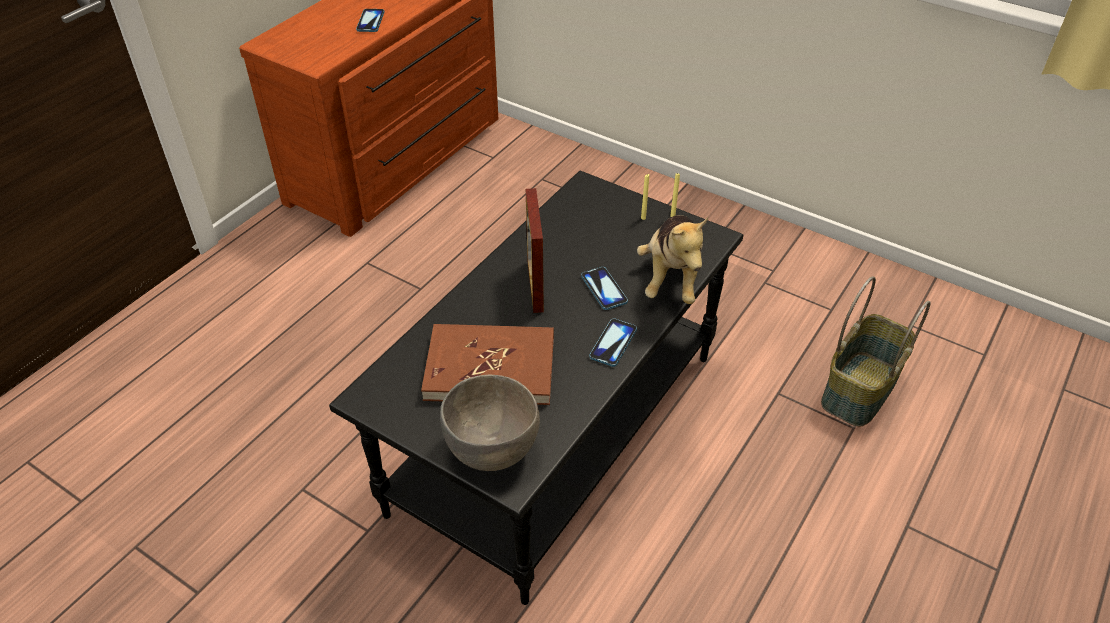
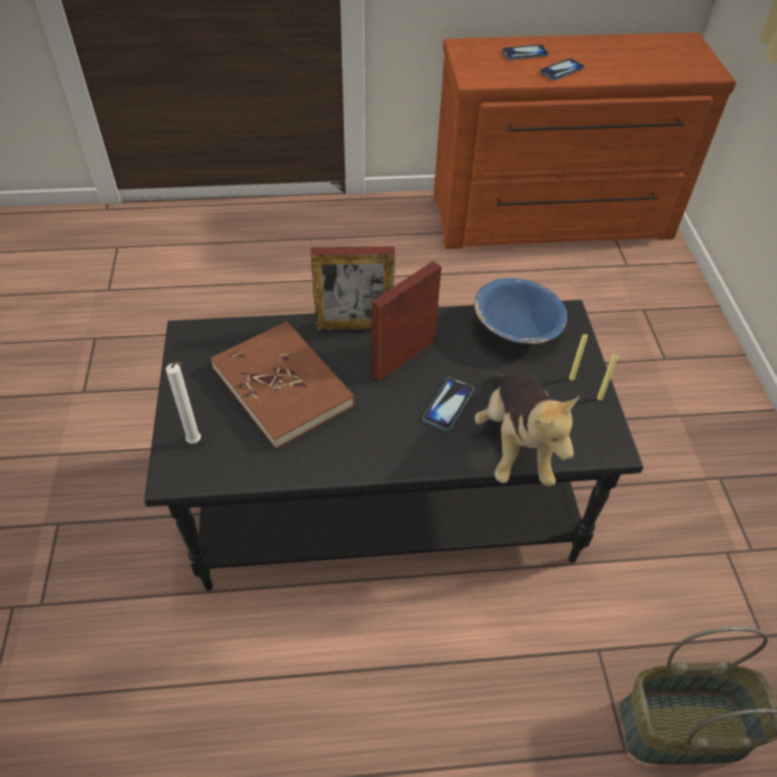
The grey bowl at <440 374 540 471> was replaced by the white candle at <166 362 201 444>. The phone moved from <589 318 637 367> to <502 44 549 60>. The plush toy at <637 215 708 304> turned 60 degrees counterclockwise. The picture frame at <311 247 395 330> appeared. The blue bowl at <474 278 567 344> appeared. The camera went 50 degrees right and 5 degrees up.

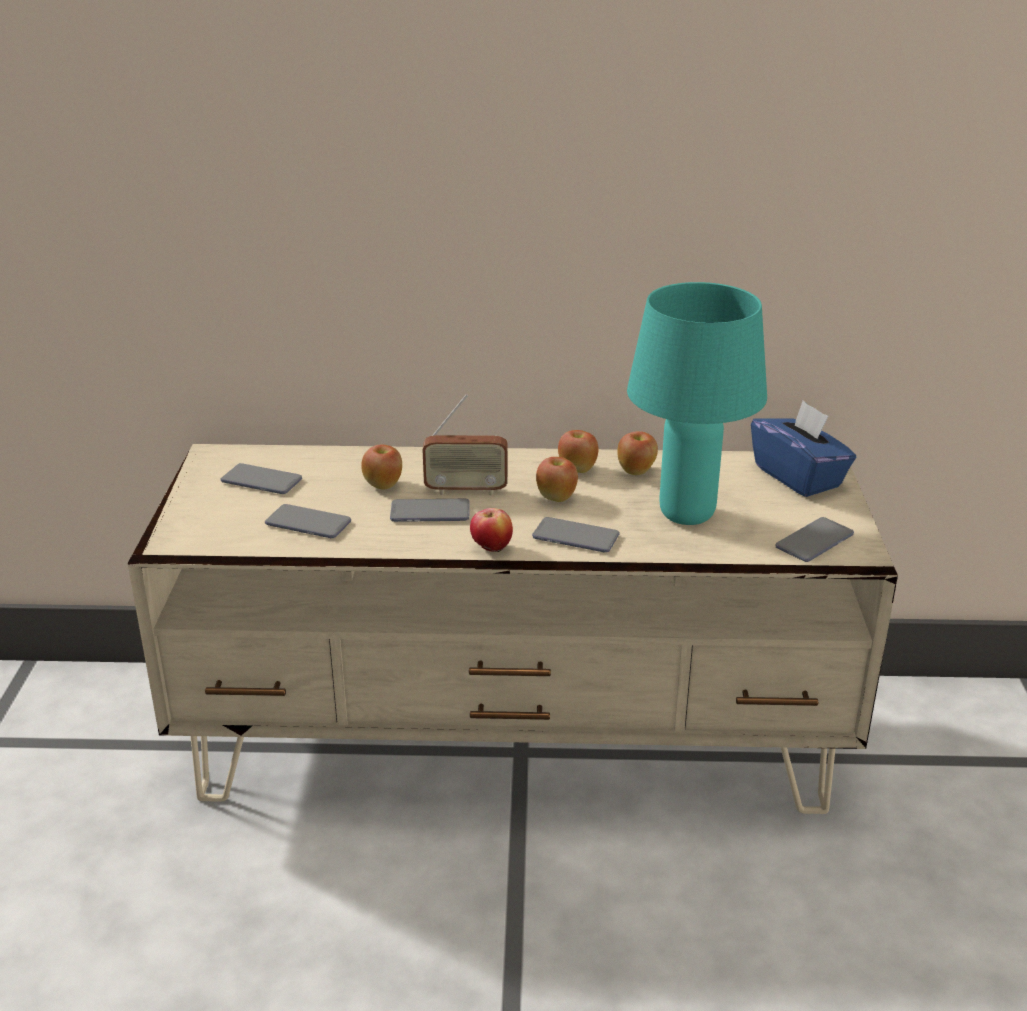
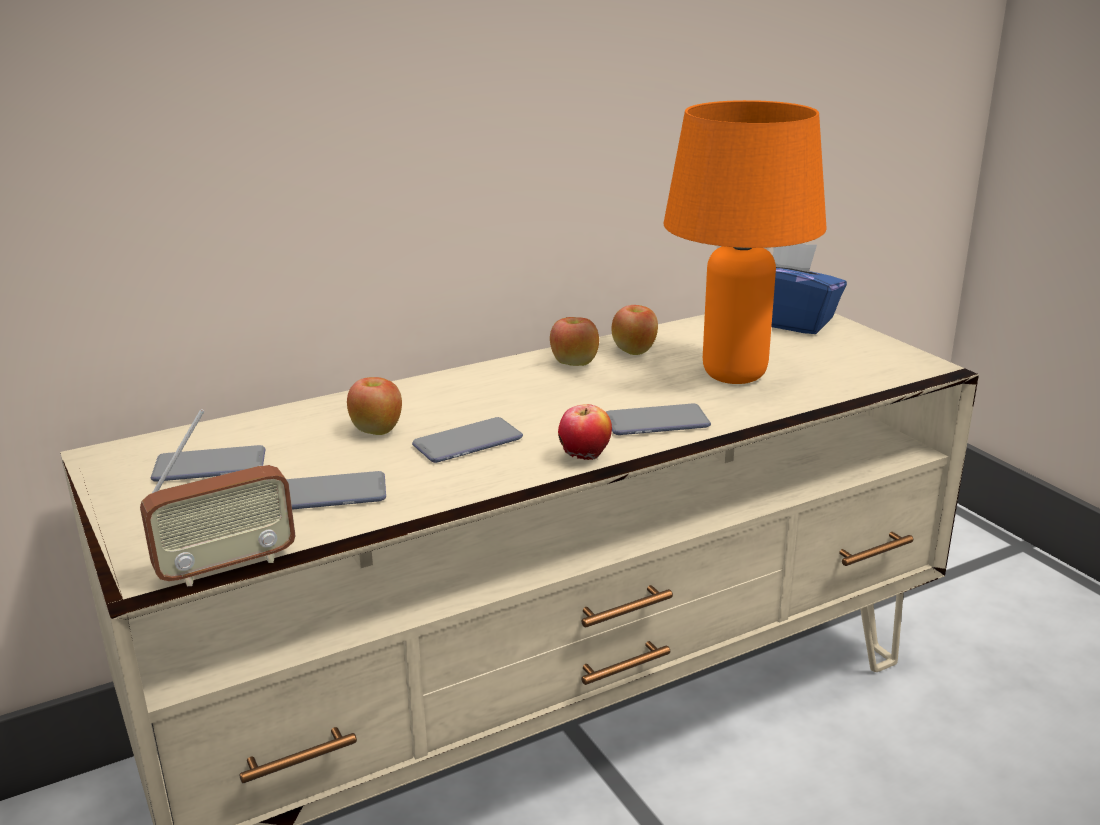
The radio moved from <423 394 508 495> to <140 409 296 586>. The apple at <536 457 578 502> disappeared. The turquoise table lamp at <627 282 767 525> became the orange table lamp at <664 100 827 384>. The phone at <775 517 854 562> disappeared. The camera went 30 degrees left and 5 degrees down.

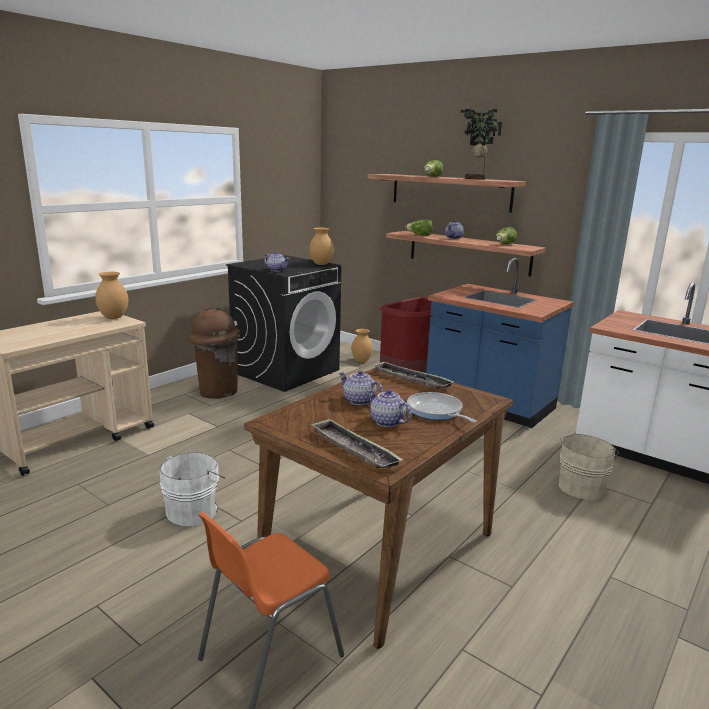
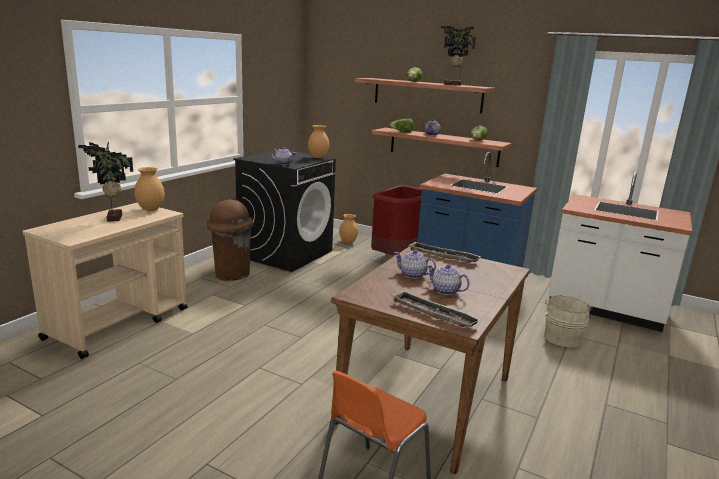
The white bucket at <159 452 225 526> disappeared. The frying pan at <407 392 476 422> disappeared. The potted plant at <78 141 133 222> appeared. The camera went 10 degrees left and 0 degrees up.

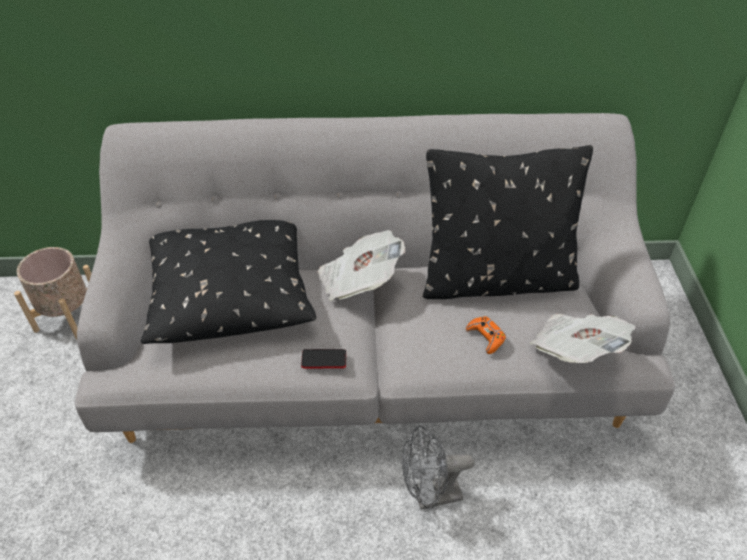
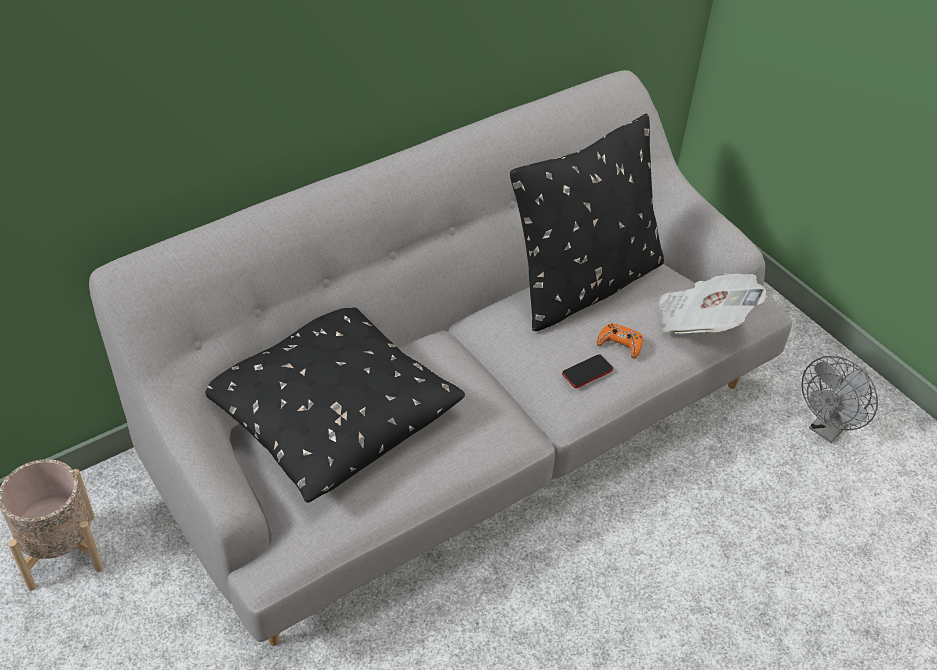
The phone moved from <301 349 346 368> to <562 354 613 388>. The newspaper at <318 230 405 301> disappeared. The grey fan moved from <402 426 475 510> to <802 356 878 443>. The camera went 35 degrees left and 0 degrees up.

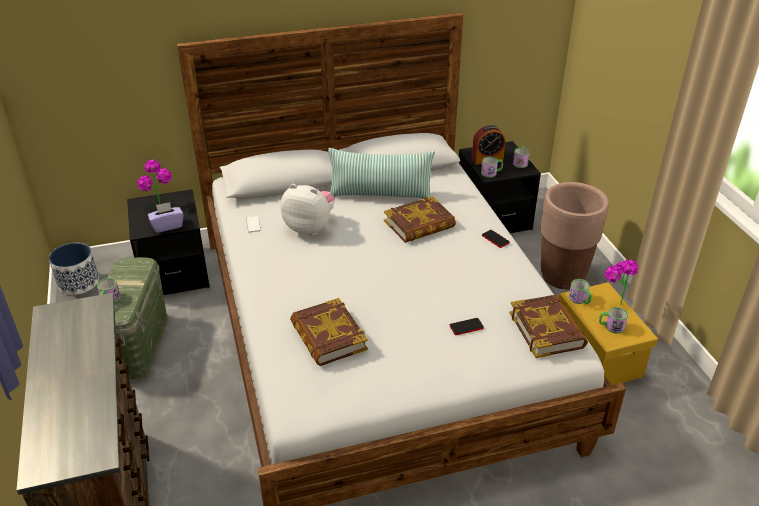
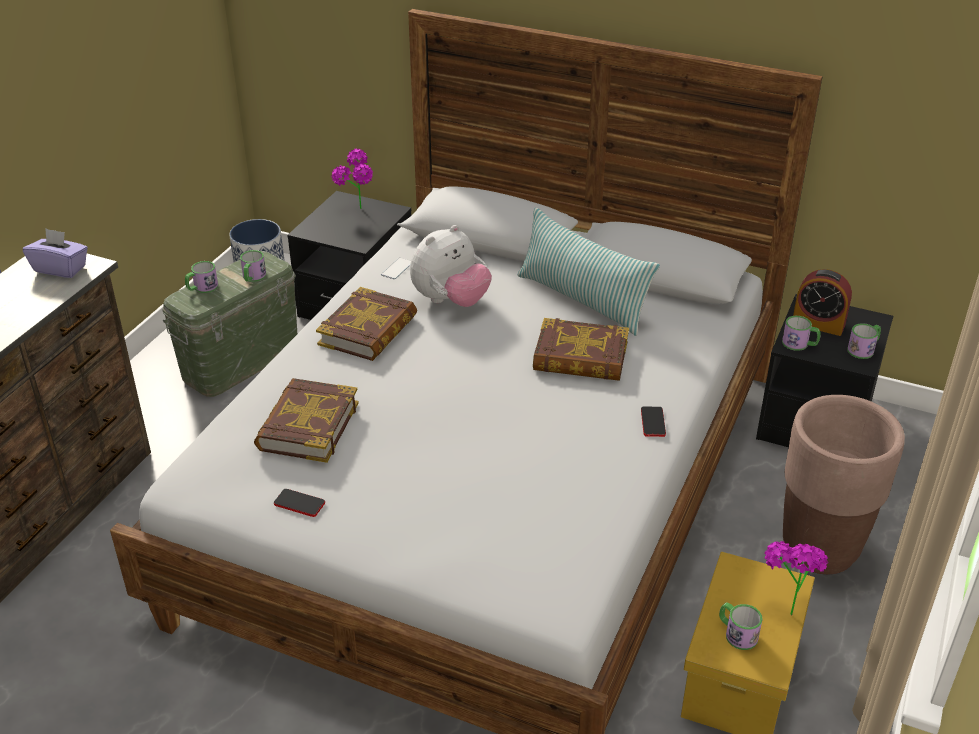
The purple tissue box moved from <148 202 184 233> to <23 228 88 278>. The plush toy at <280 184 335 236> turned 75 degrees clockwise. The phone moved from <449 318 484 335> to <274 489 325 517>. The book moved from <510 295 588 358> to <316 287 417 361>. The mug moved from <569 279 592 304> to <240 250 266 282>. The camera went 40 degrees right and 0 degrees up.

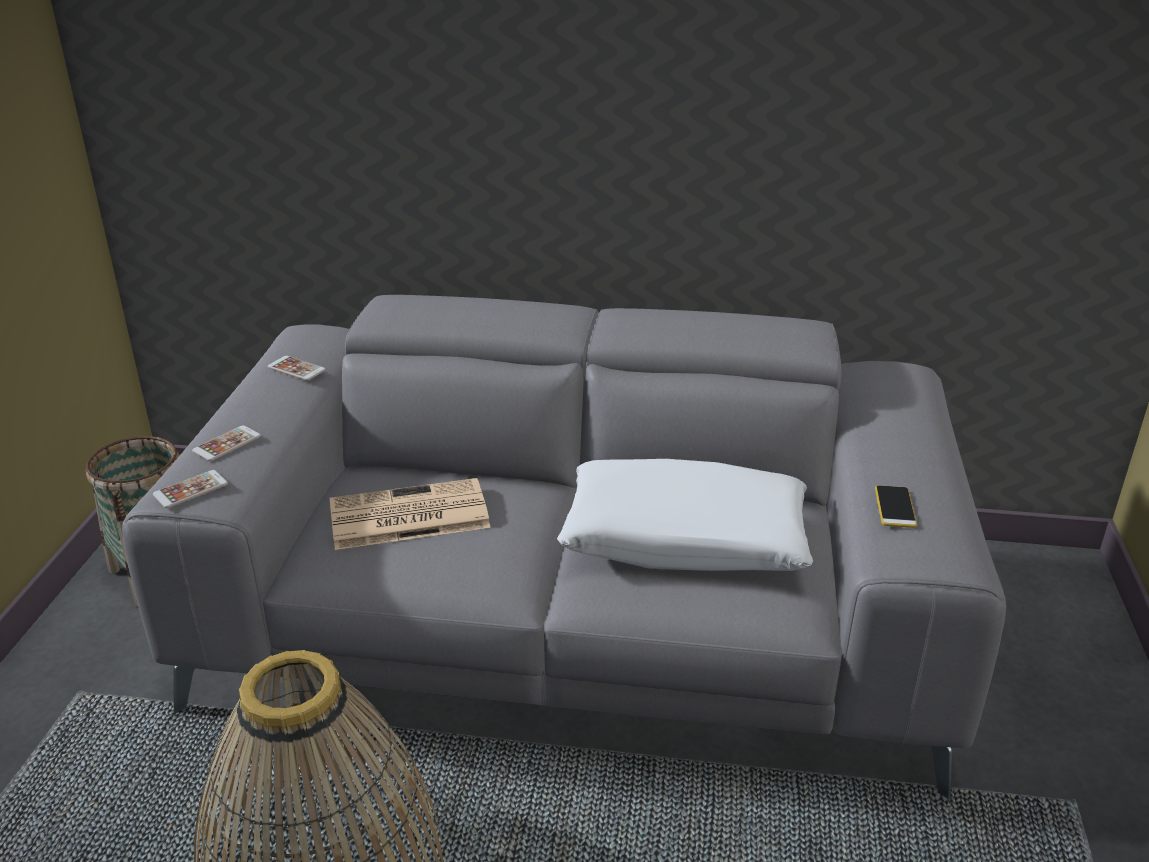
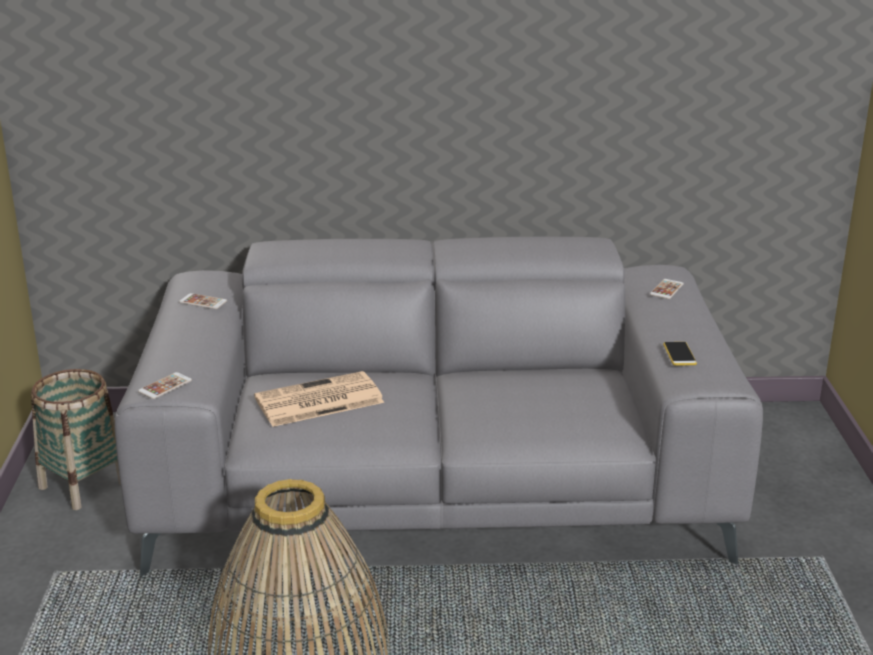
The phone moved from <192 425 261 461> to <650 279 684 299>. The white pillow at <557 459 813 571> disappeared. The camera went 10 degrees left and 5 degrees down.

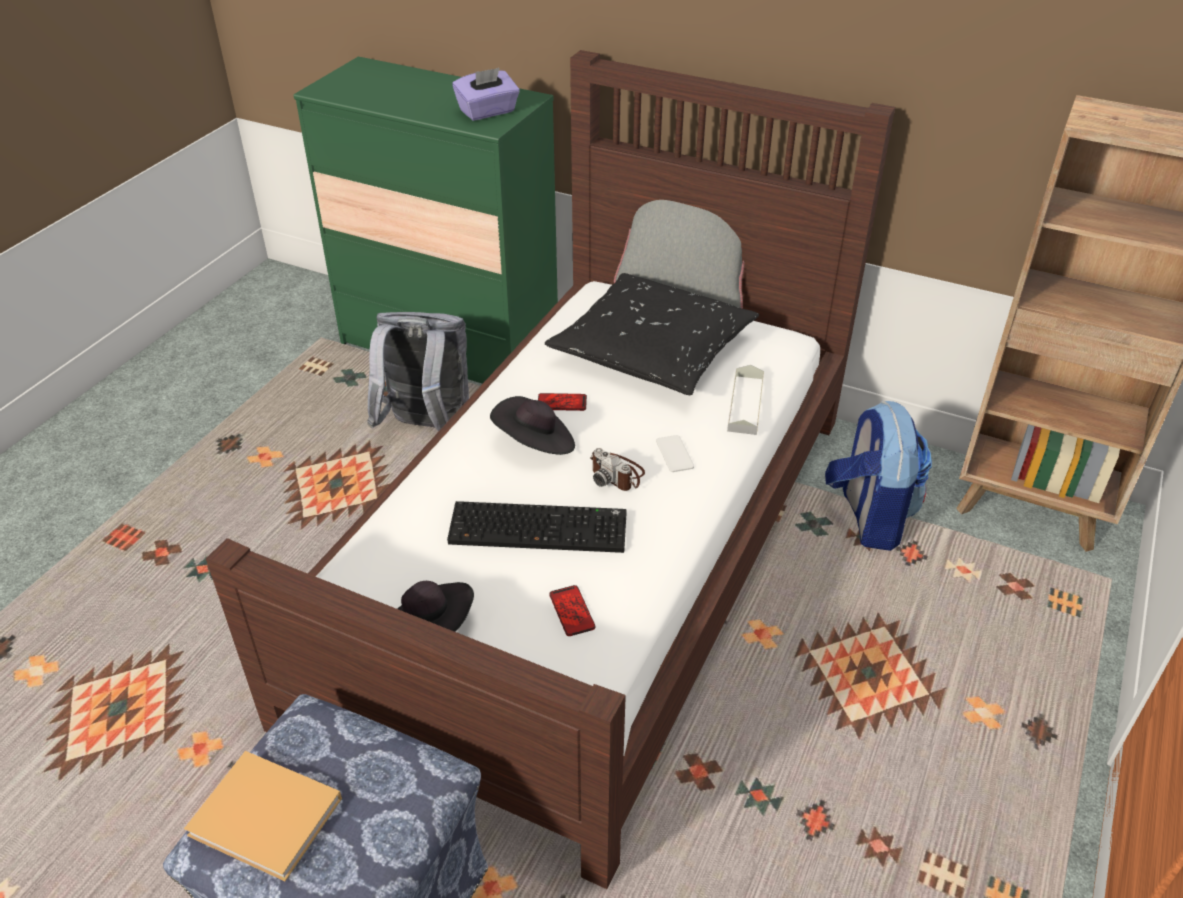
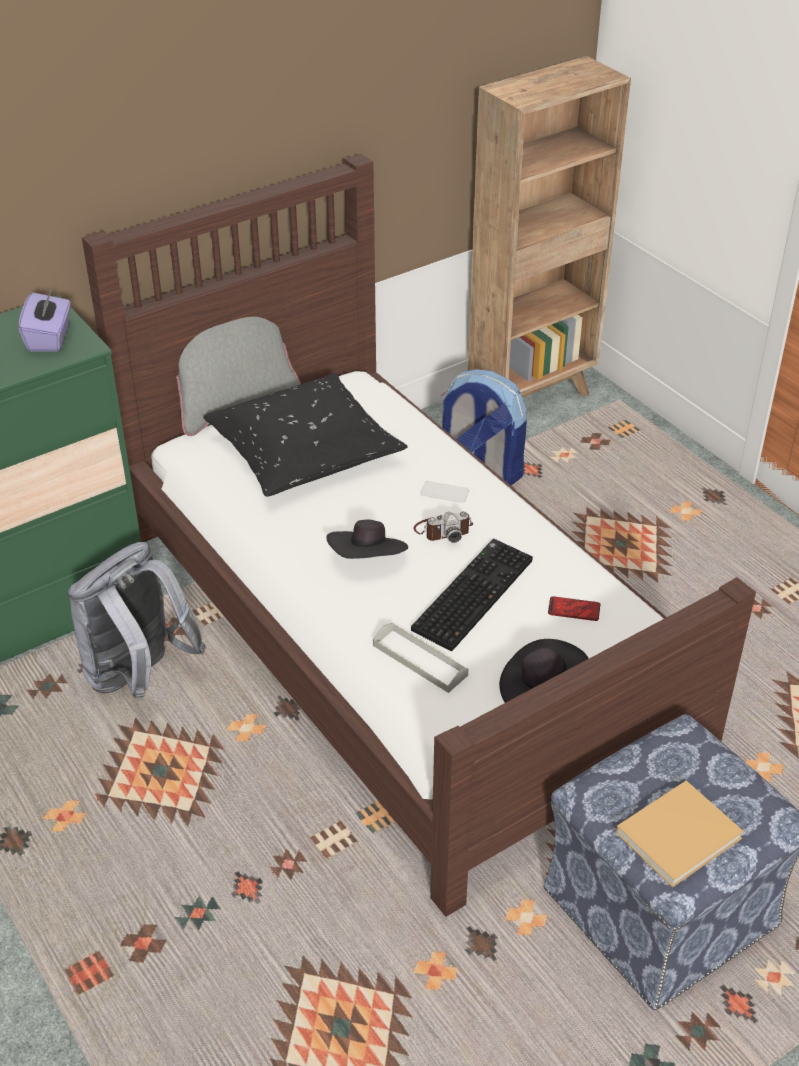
The phone at <538 393 587 411> disappeared. The grey tray moved from <727 365 764 435> to <373 623 468 693>. The camera went 60 degrees left and 0 degrees up.

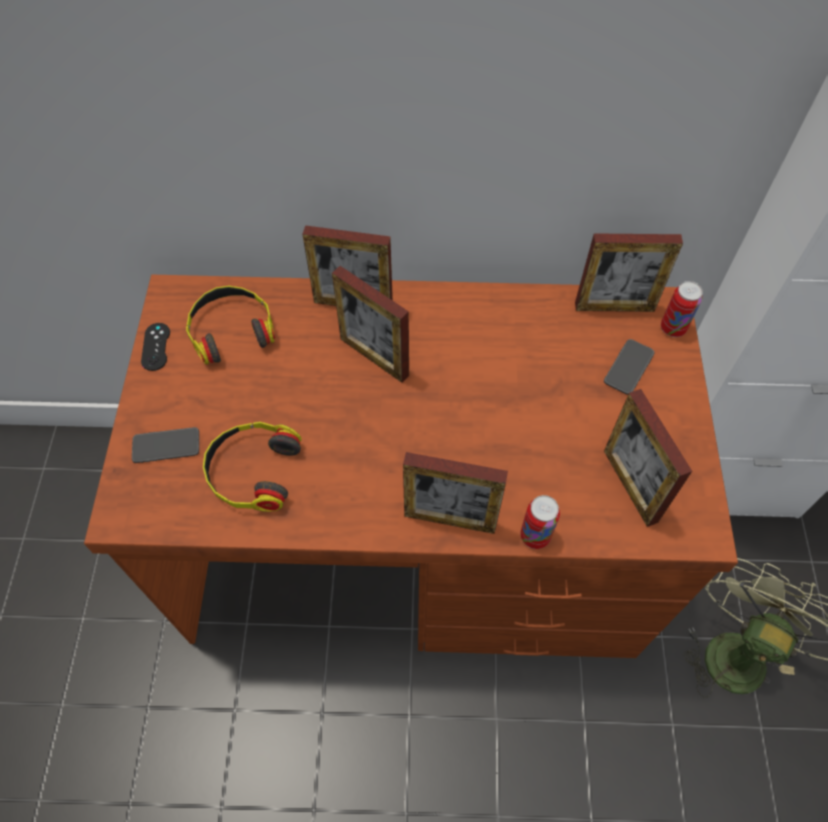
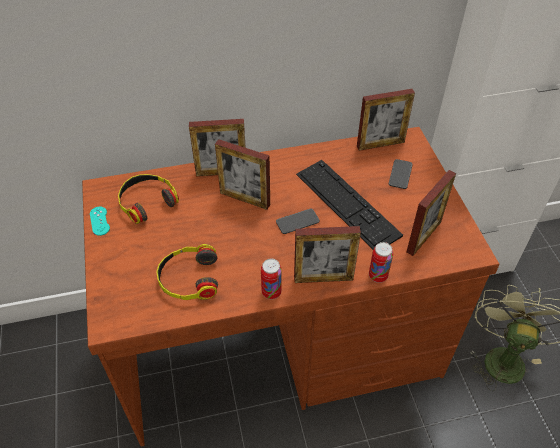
The phone moved from <132 427 199 463> to <276 209 320 234>. The black game controller at <141 323 170 371> became the turquoise game controller at <90 207 110 236>. The picture frame at <604 389 692 527> turned 105 degrees counterclockwise. The can moved from <661 281 703 337> to <261 259 282 299>. The keyboard at <296 160 403 249> appeared. The camera went 15 degrees left and 10 degrees down.

